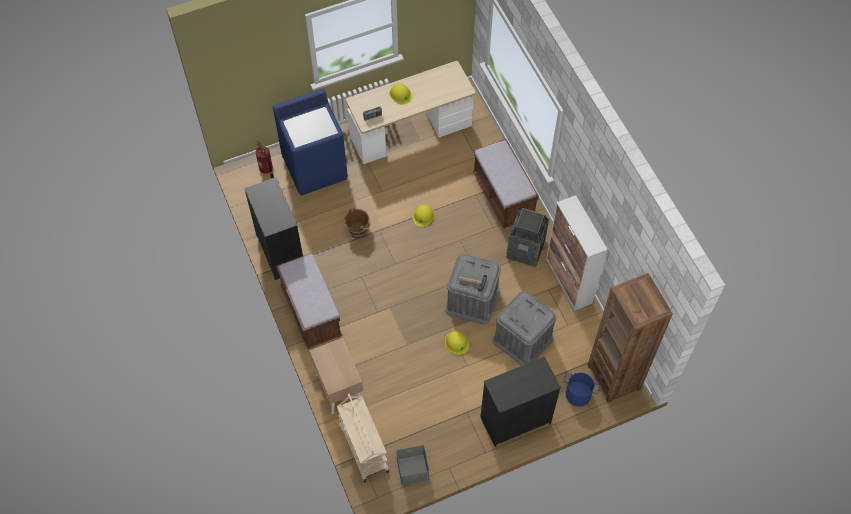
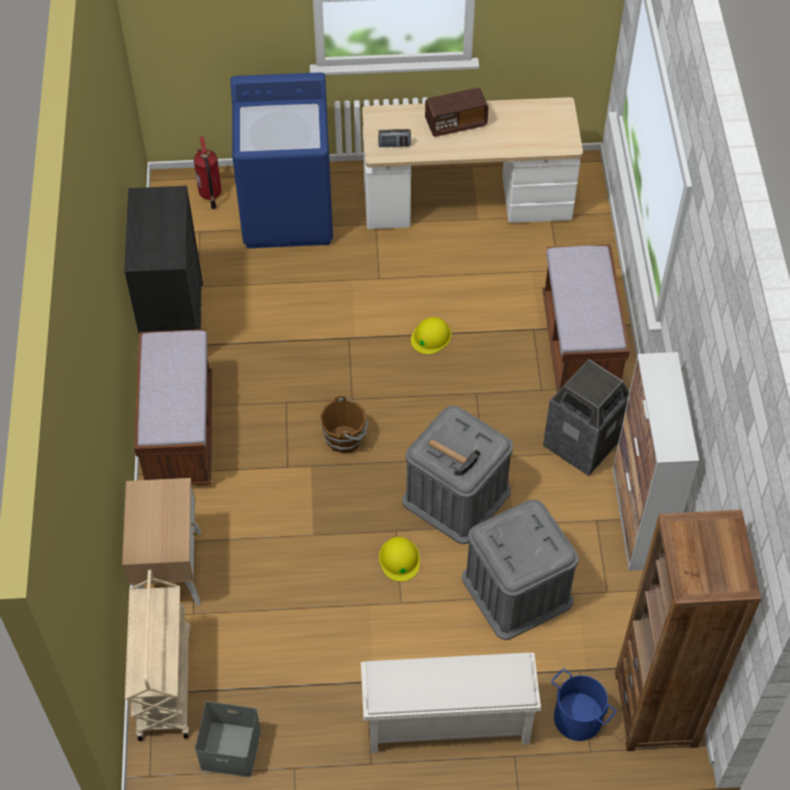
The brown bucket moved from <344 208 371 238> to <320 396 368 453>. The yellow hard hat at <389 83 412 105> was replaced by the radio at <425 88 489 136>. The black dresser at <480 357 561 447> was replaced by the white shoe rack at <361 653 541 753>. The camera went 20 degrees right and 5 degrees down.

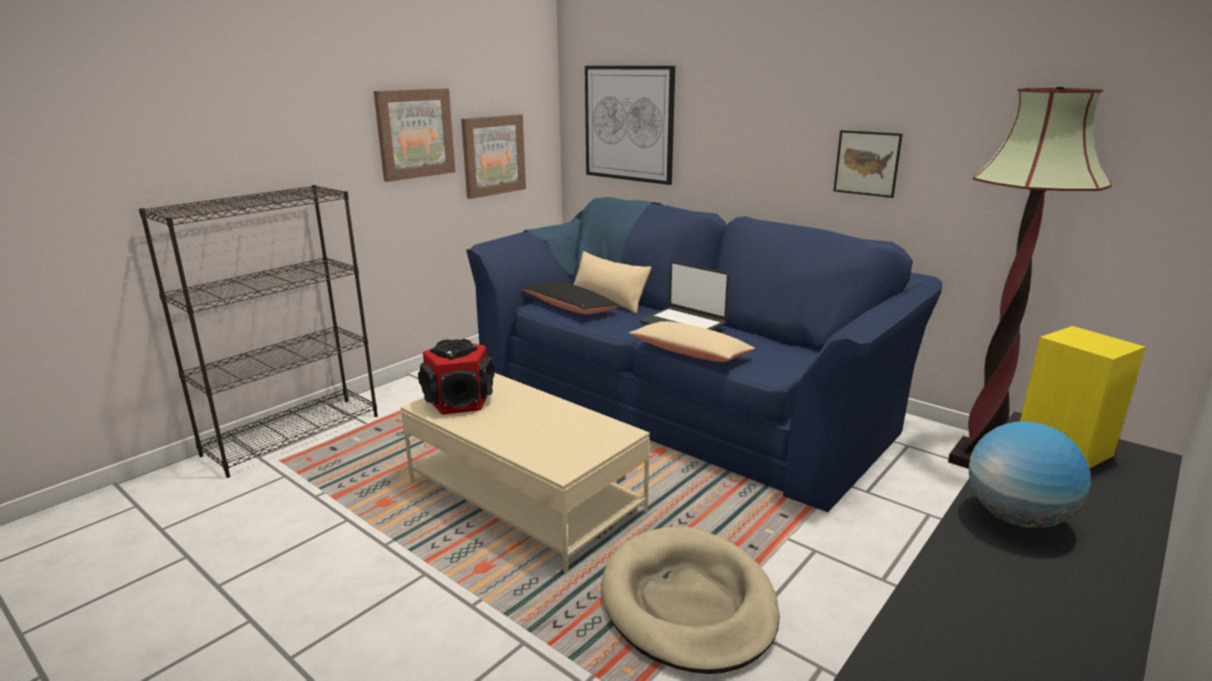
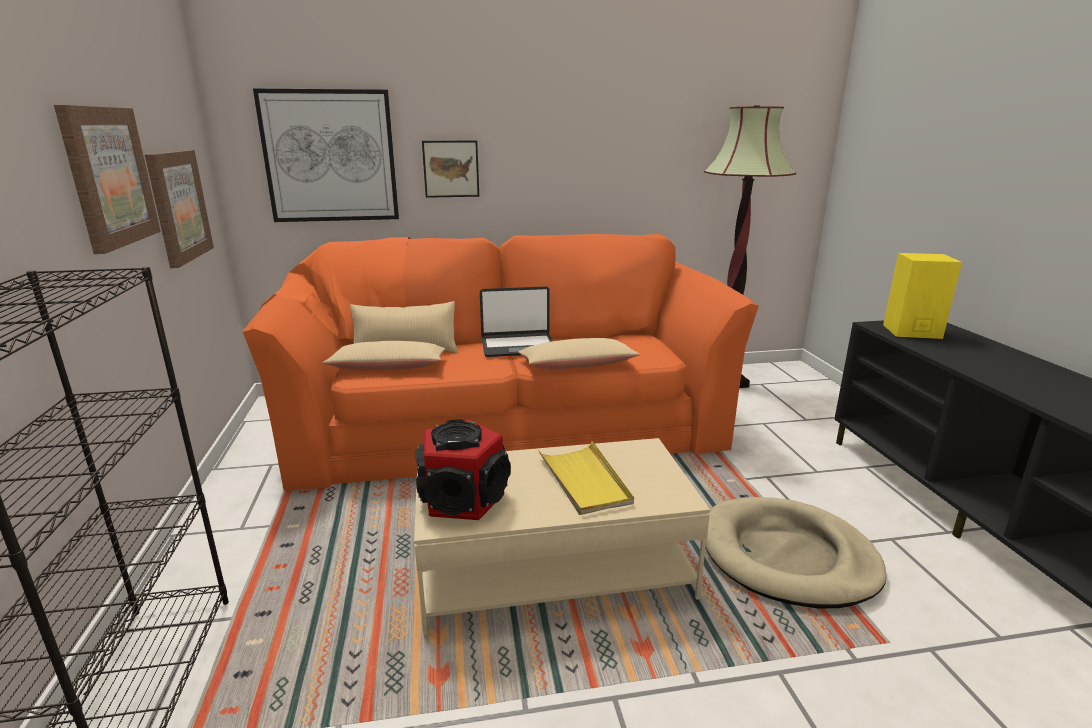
The blue sofa at <466 197 942 512> became the orange sofa at <243 234 759 491>. The black pillow at <522 281 620 314> became the beige pillow at <323 341 446 370>. The picture moved from <833 130 903 198> to <422 140 479 198>. The globe at <969 421 1091 528> disappeared. The yellow tray at <538 441 634 515> appeared. The camera went 50 degrees left and 0 degrees up.

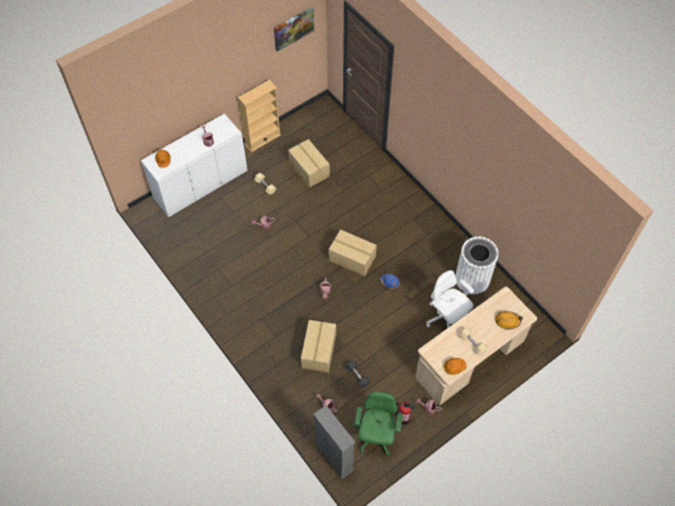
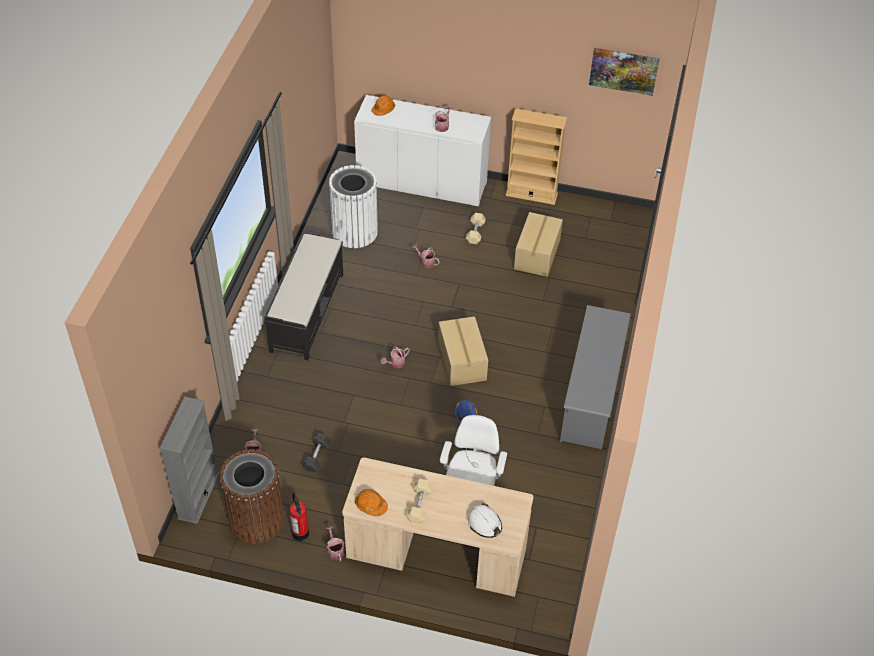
The cardboard box at <301 320 336 373> disappeared. The green office chair at <354 391 403 456> was replaced by the brown trash can at <220 449 284 544>. The white trash can moved from <455 236 499 294> to <329 165 378 248>. The orange hard hat at <495 311 523 330> became the white hard hat at <468 503 502 538>. The black bench at <264 232 343 360> appeared. The grey shoe rack at <560 305 631 449> appeared. The camera went 50 degrees right and 10 degrees down.

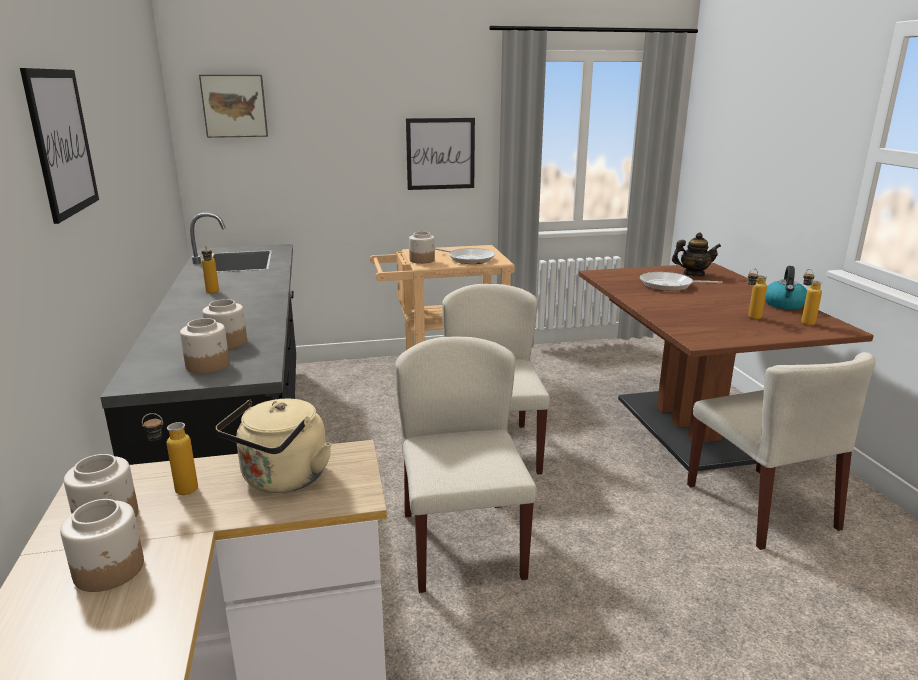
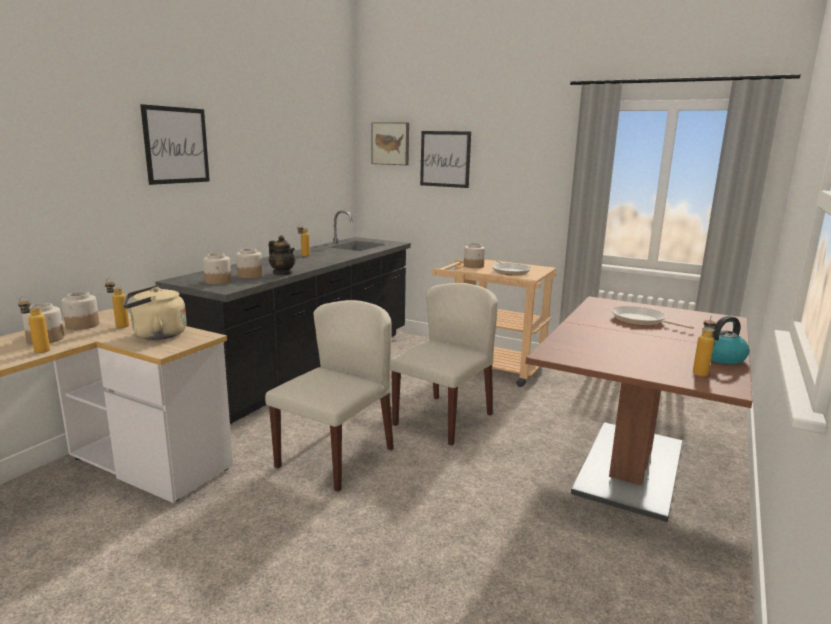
The picture moved from <406 118 475 190> to <420 131 471 188>. The teapot moved from <672 232 721 276> to <269 235 296 275>. The beige chair at <687 352 876 550> disappeared. The bottle moved from <748 269 767 319> to <18 296 50 353>. The camera went 40 degrees right and 5 degrees down.

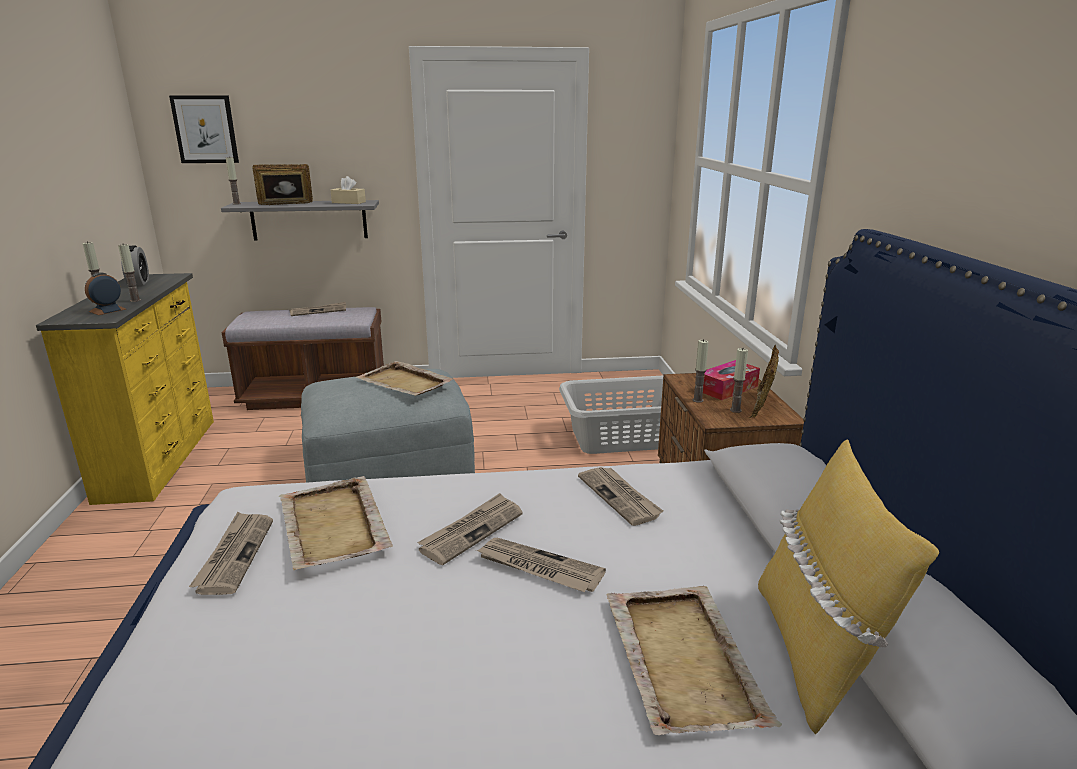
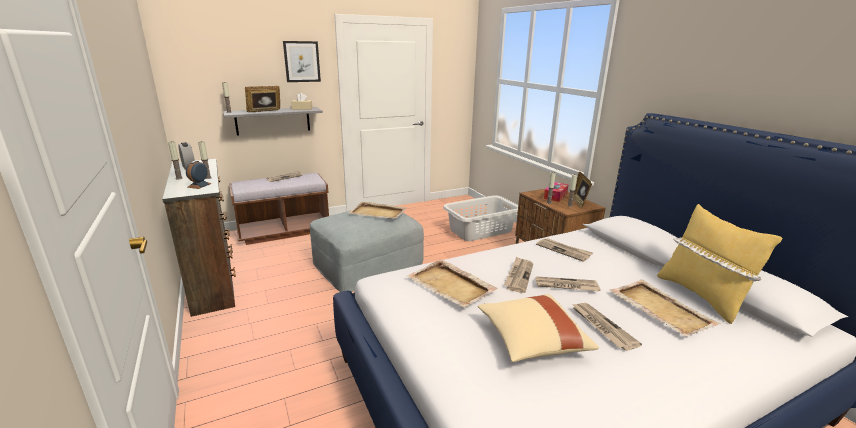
The yellow dresser at <36 273 214 505> became the brown dresser at <162 159 236 317>. The picture moved from <169 95 239 163> to <283 41 321 82>. The newspaper moved from <189 512 273 595> to <572 303 642 351>. The beige pillow at <478 294 599 362> appeared. The camera went 20 degrees left and 0 degrees up.

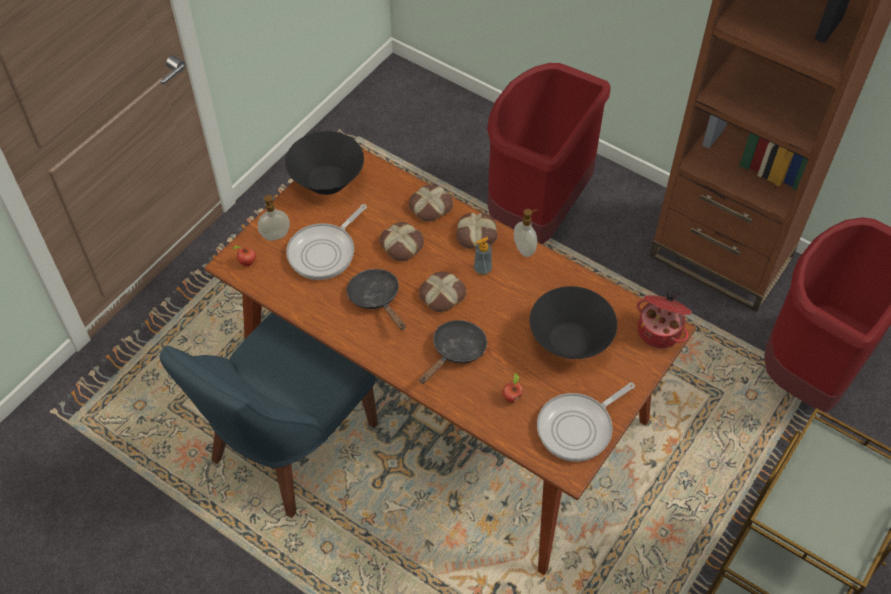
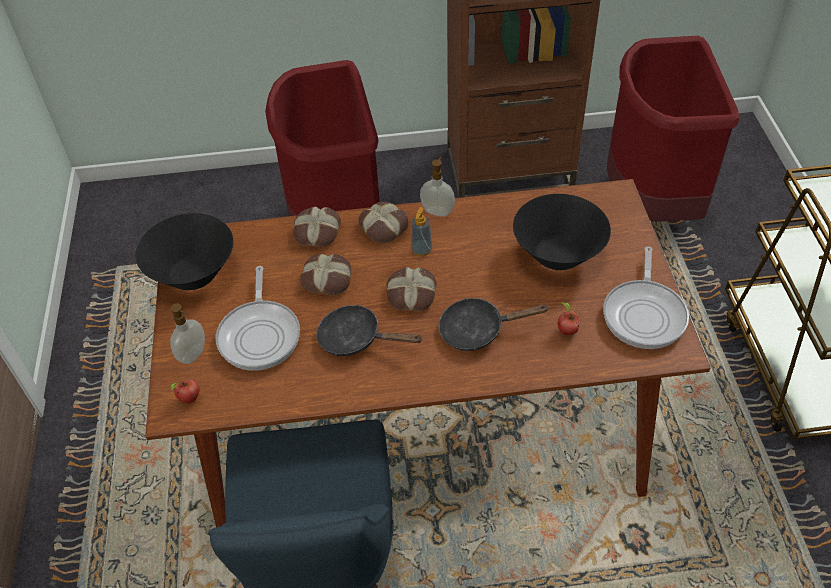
The black frying pan at <419 320 487 384> turned 90 degrees counterclockwise. The cooking pot at <637 292 692 348> disappeared. The camera went 40 degrees left and 5 degrees down.

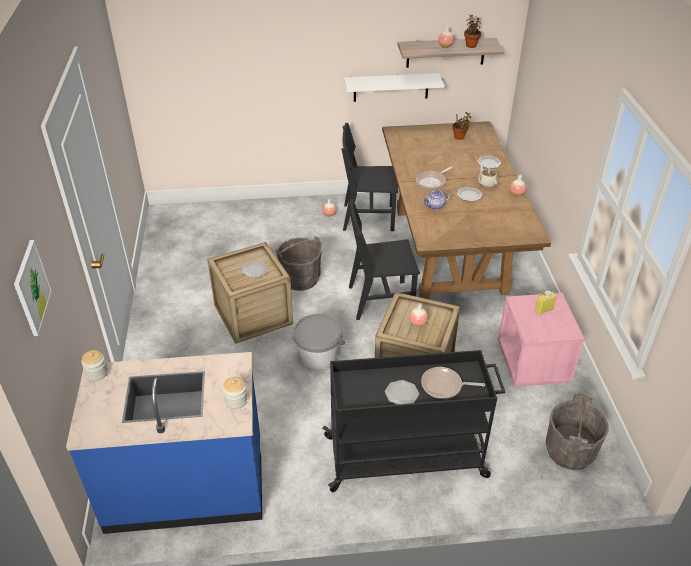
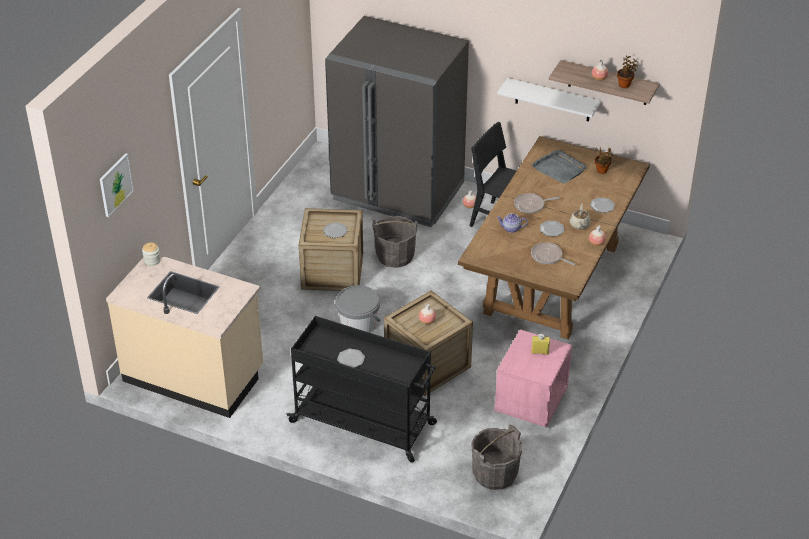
The blue counter at <66 352 262 534> became the beige counter at <106 255 263 418>. The jar at <223 377 247 409> disappeared. The black chair at <348 199 420 320> disappeared. The frying pan moved from <421 367 485 399> to <531 242 575 265>. The grey fridge at <325 16 469 227> appeared. The grey tray at <531 149 586 184> appeared. The camera went 30 degrees right and 0 degrees up.

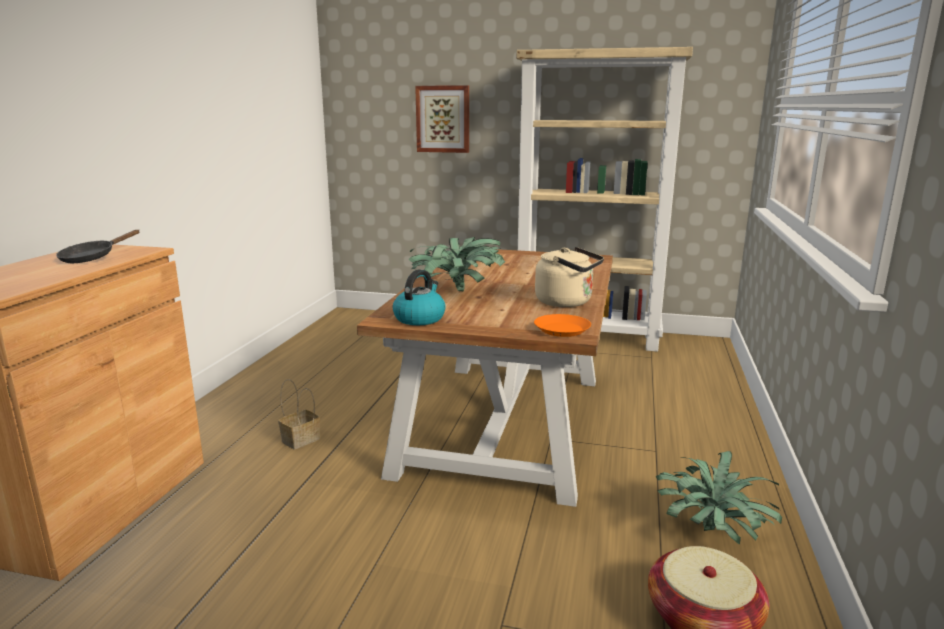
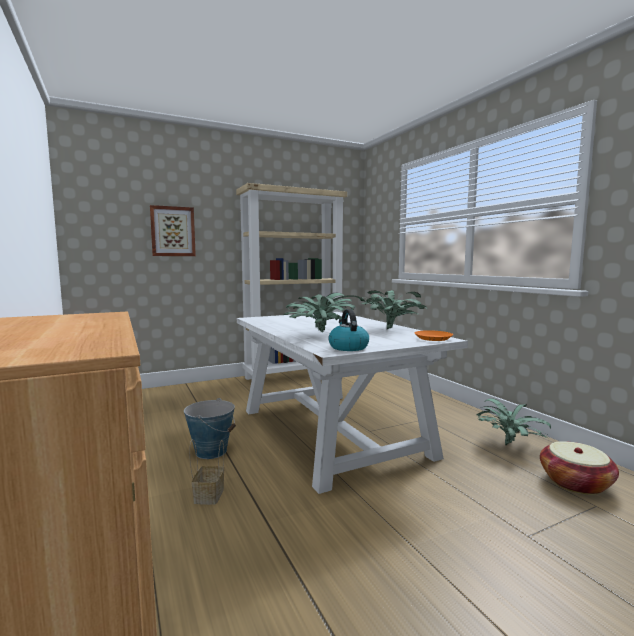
The black frying pan at <56 230 140 263> disappeared. The brown dining table at <357 249 613 507> became the white dining table at <237 312 468 494>. The beige kettle at <535 247 604 307> was replaced by the potted plant at <358 290 428 329>. The bucket at <184 398 236 459> appeared. The camera went 40 degrees left and 10 degrees down.

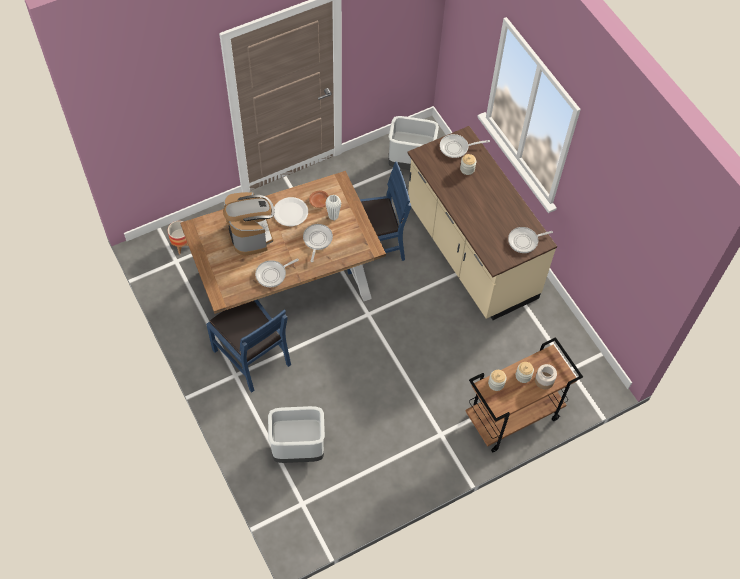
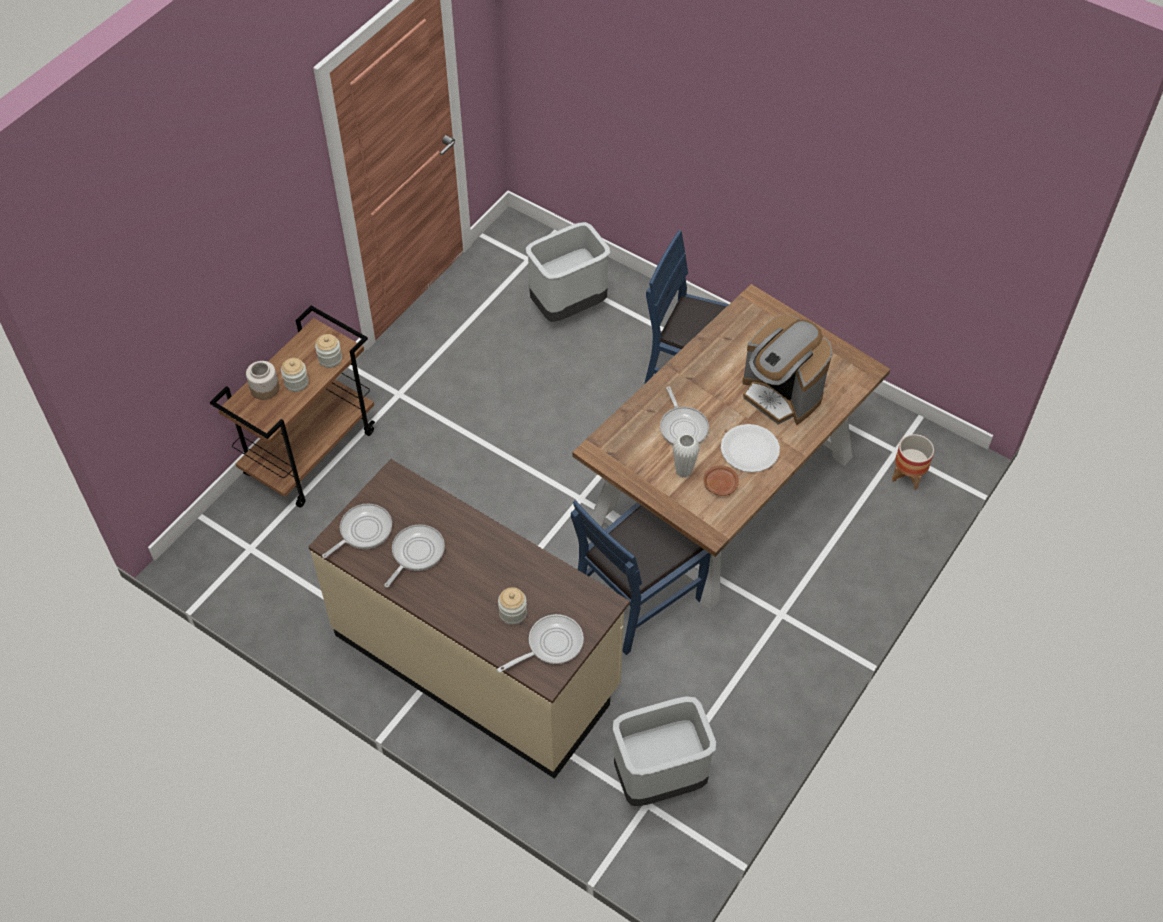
The frying pan moved from <255 258 299 287> to <384 524 445 587>. The camera went 155 degrees right and 5 degrees down.

